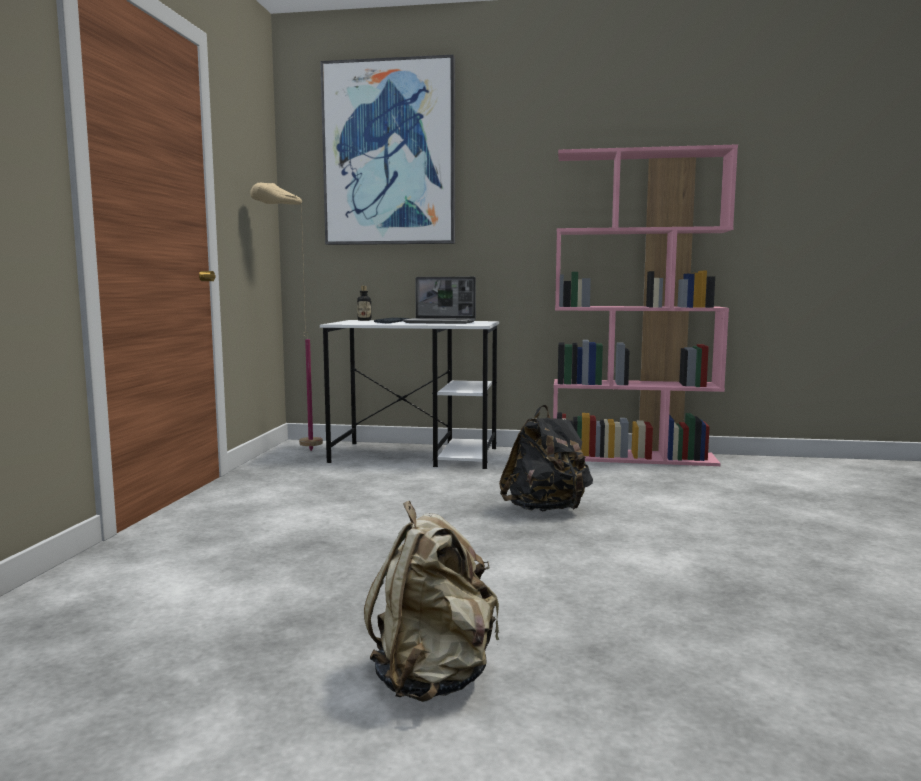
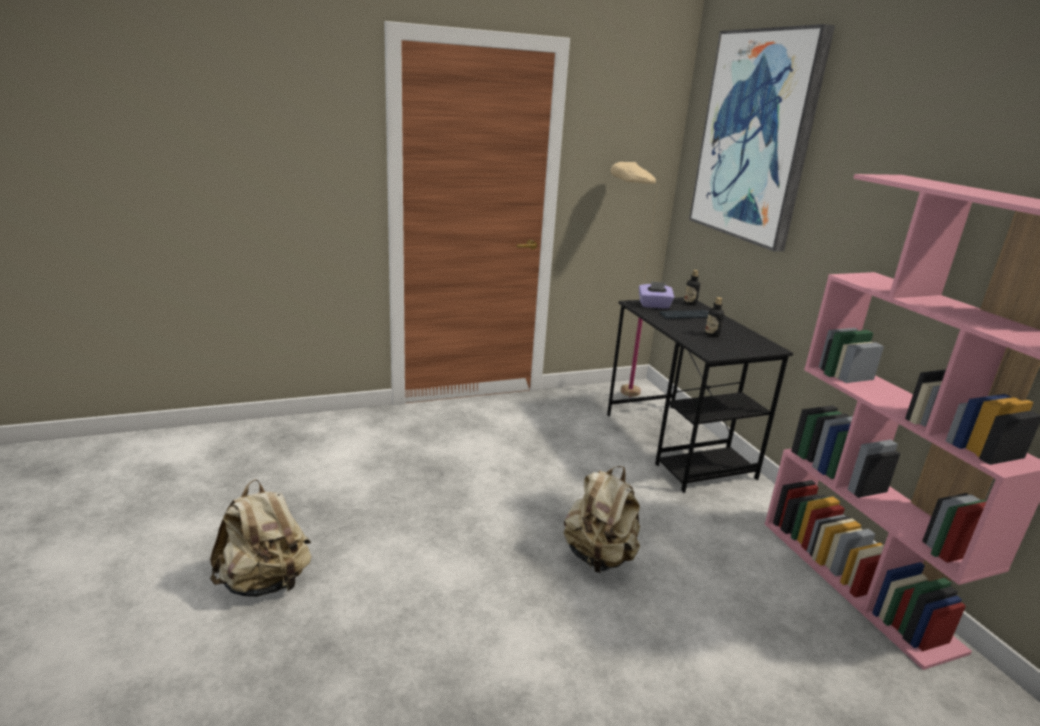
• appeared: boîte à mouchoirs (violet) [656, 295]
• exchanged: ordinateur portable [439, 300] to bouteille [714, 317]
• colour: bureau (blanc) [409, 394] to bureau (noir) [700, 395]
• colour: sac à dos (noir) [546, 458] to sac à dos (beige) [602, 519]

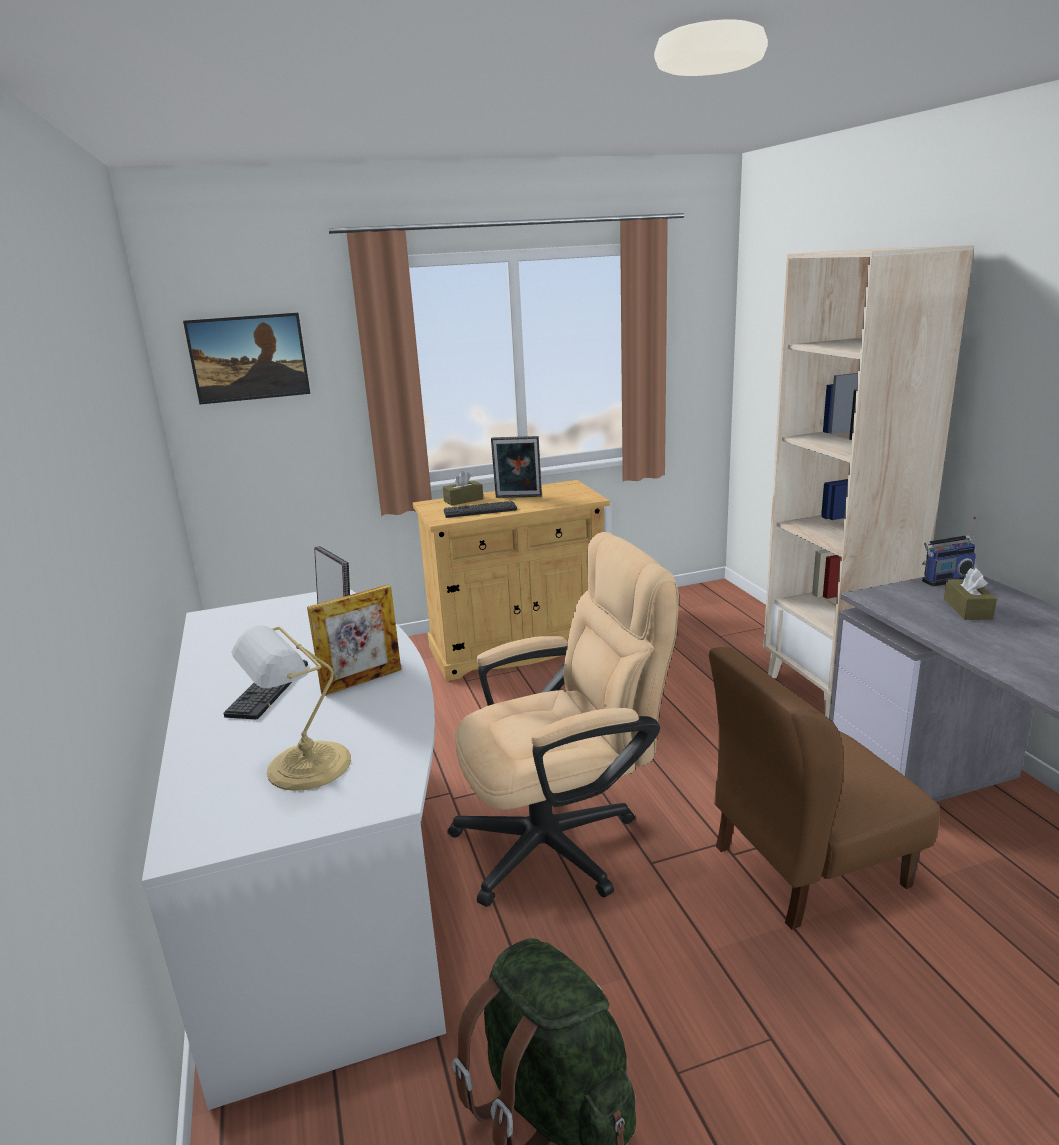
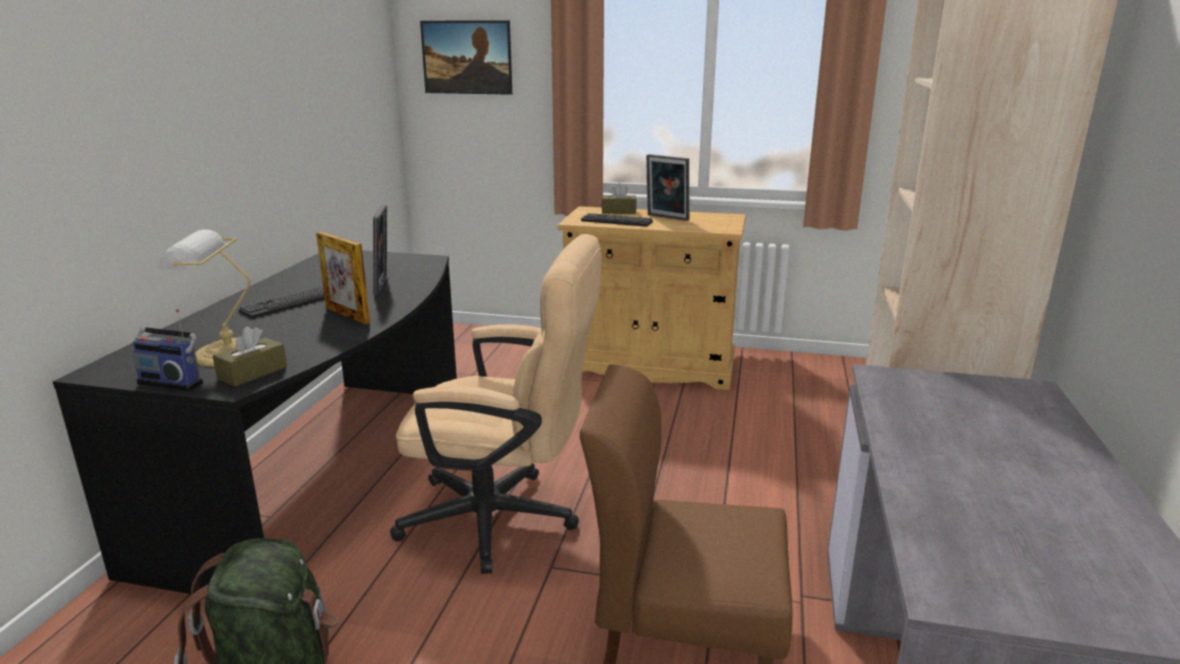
• relocated: radio [949, 552] to [167, 350]
• relocated: boîte à mouchoirs (marron) [970, 594] to [250, 357]
• colour: bureau (blanc) [294, 849] to bureau (noir) [255, 422]
• spun: cadre photo [354, 640] = [343, 277] 45 degrees clockwise

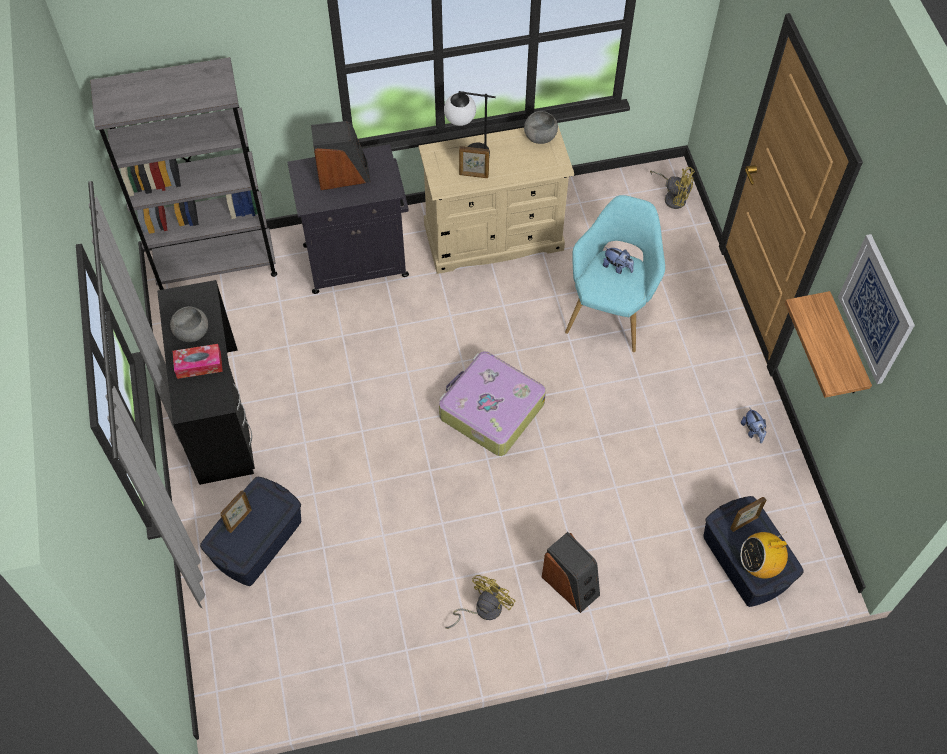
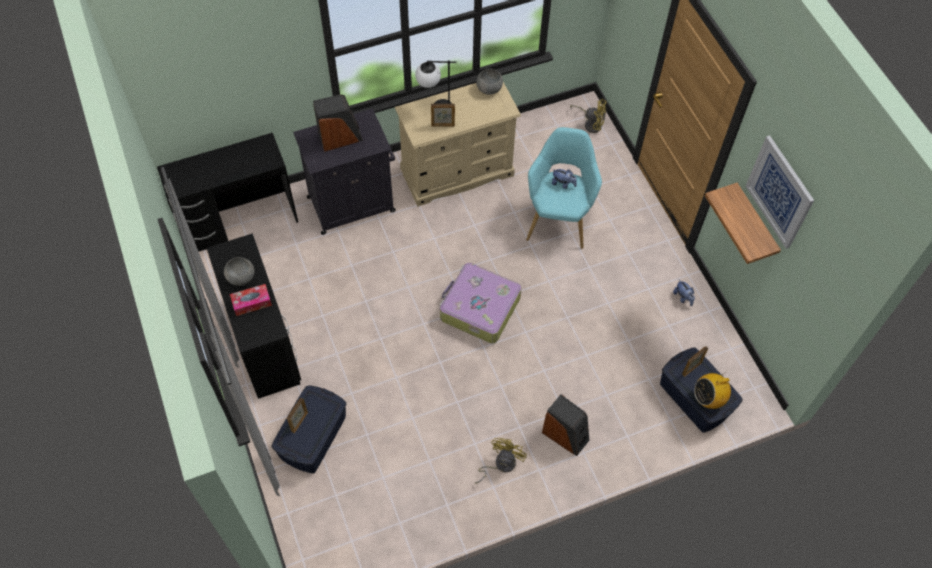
• exchanged: bibliothèque (gris) [183, 173] to bureau (noir) [227, 192]

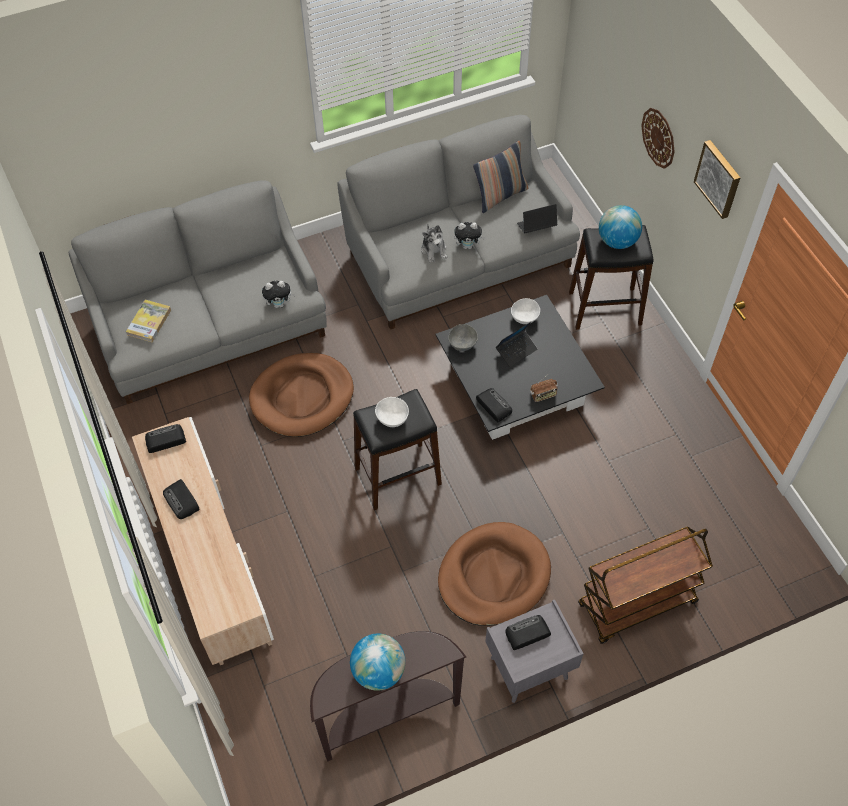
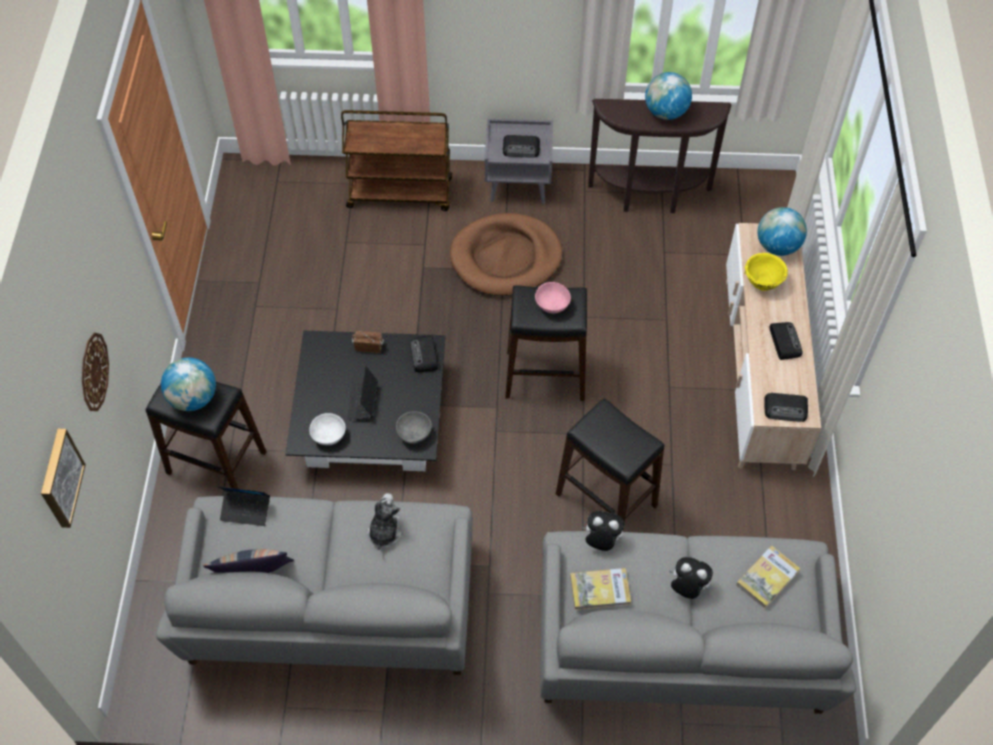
• appeared: livre [600, 589]
• appeared: bol (jaune) [766, 272]
• appeared: globe [782, 231]
• relocated: peluche [469, 235] to [691, 578]
• relocated: tableau [717, 179] to [63, 478]
• exchanged: panier pour chien (marron) [301, 395] to tabouret (noir) [610, 463]
• colour: bol (blanc) [392, 412] to bol (rose) [553, 298]
• spun: ordinateur portable [516, 344] = [362, 393] 75 degrees counterclockwise

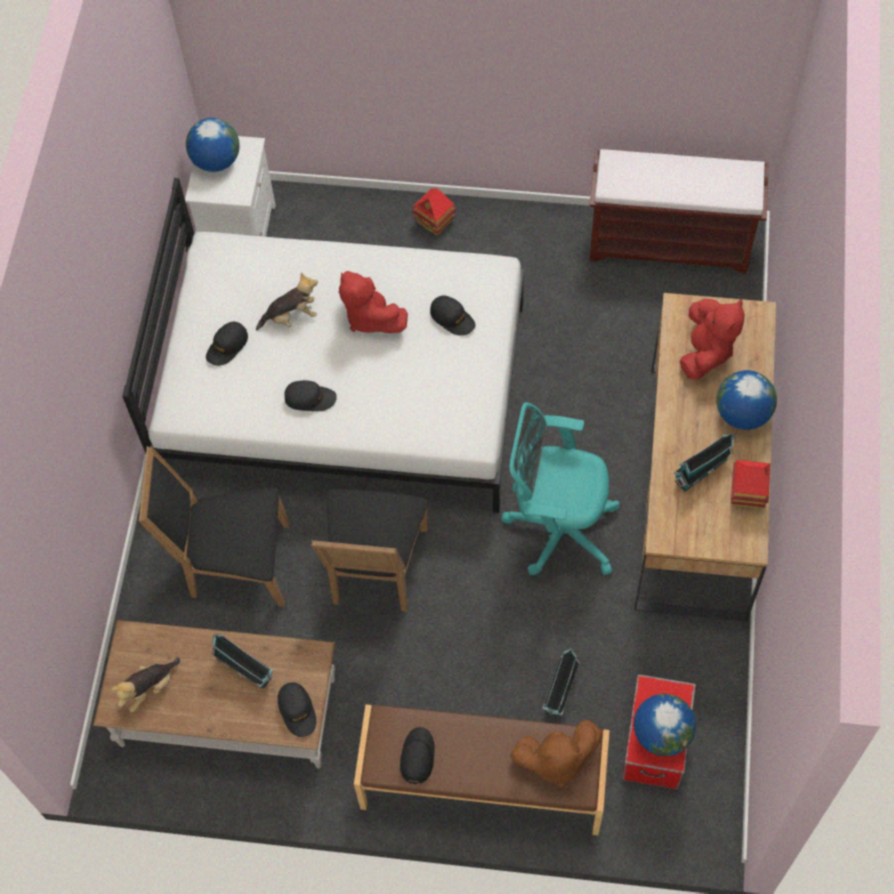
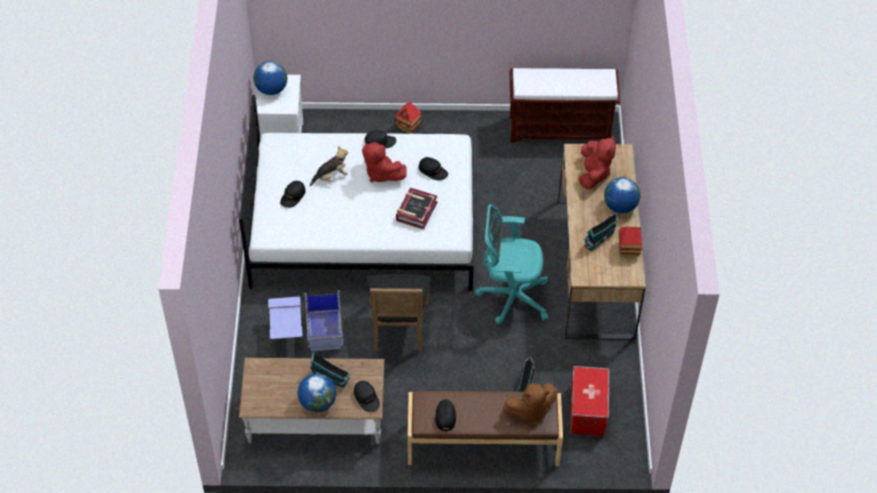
• missing: peluche [145, 684]
• appeared: livre [417, 208]
• relocated: casquette (noir) [310, 395] to [380, 139]
• relocated: globe [665, 725] to [317, 392]
• exchanged: chaise (noir) [214, 526] to boîte de rangement (bleu) [305, 320]

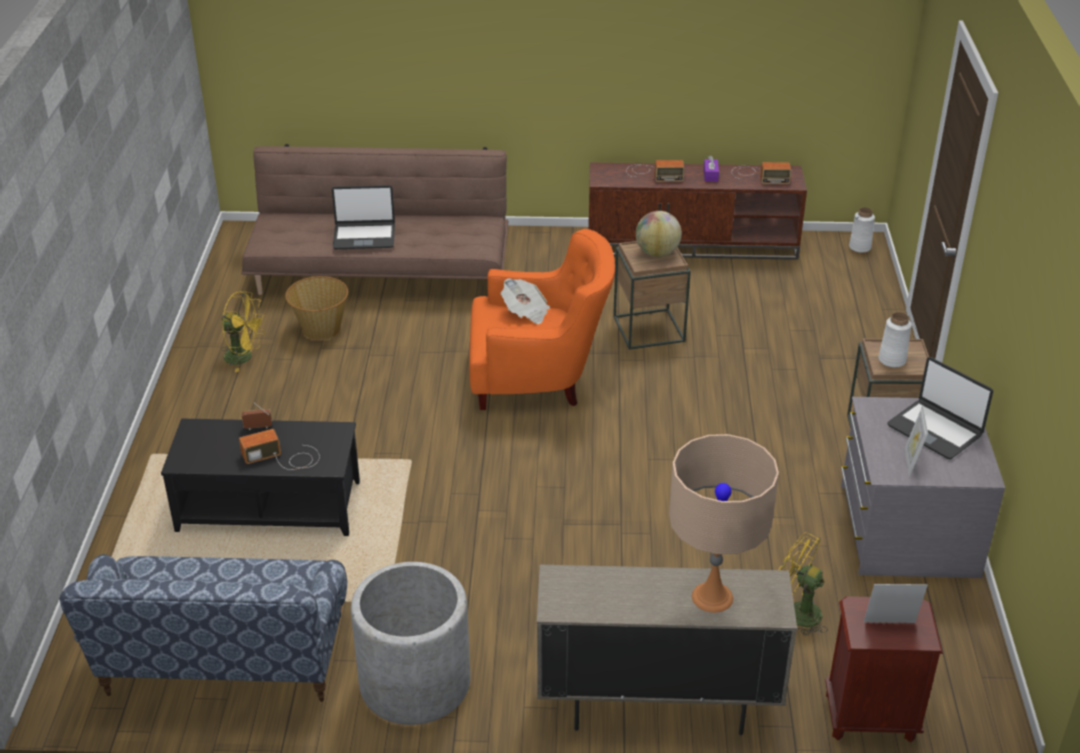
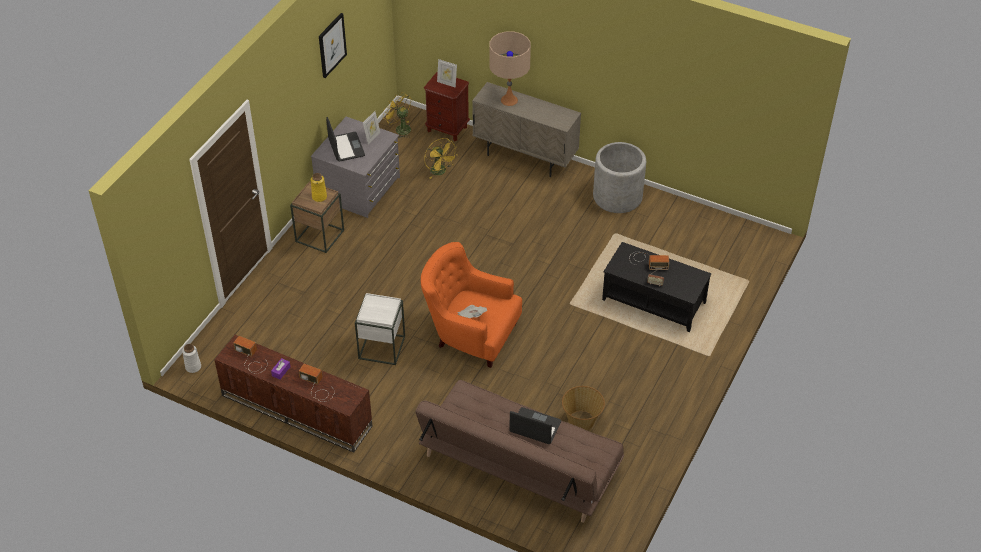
• missing: canapé [203, 628]
• missing: globe [659, 234]
• appeared: tableau [333, 45]
• relocated: ventilateur (jaune) [243, 331] to [397, 115]
• colour: table d'appoint (marron) [652, 295] to table d'appoint (blanc) [380, 329]
• colour: vase (blanc) [895, 340] to vase (jaune) [319, 187]

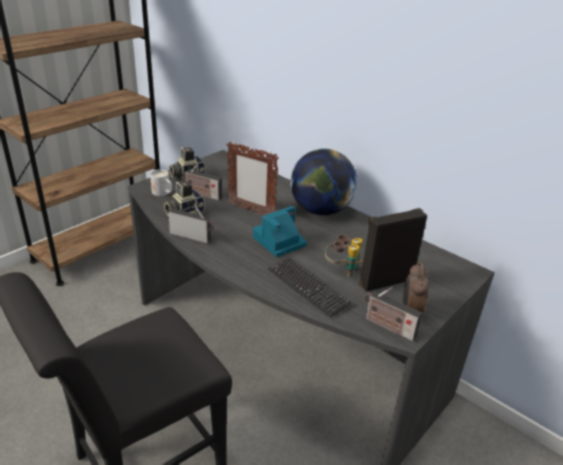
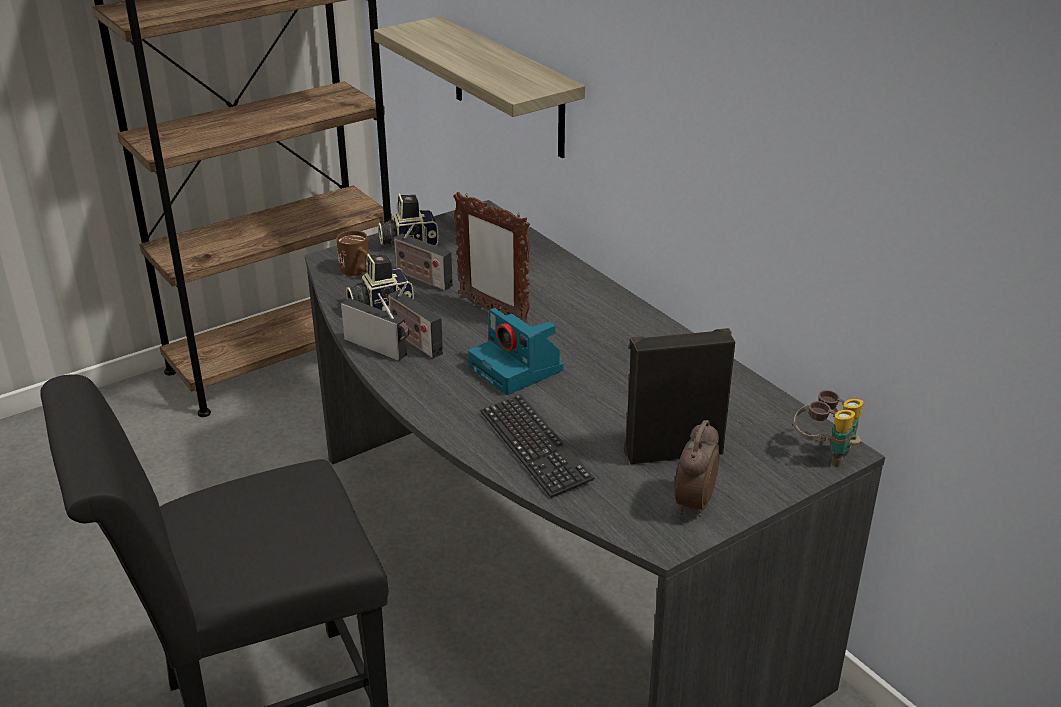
• missing: globe [323, 182]
• appeared: étagère [479, 87]
• relocated: jumelles [344, 256] to [828, 428]
• relocated: radio [393, 314] to [415, 319]
• colour: mug (blanc) [161, 182] to mug (marron) [352, 253]
• spun: appareil photo [280, 231] = [516, 351] 105 degrees counterclockwise

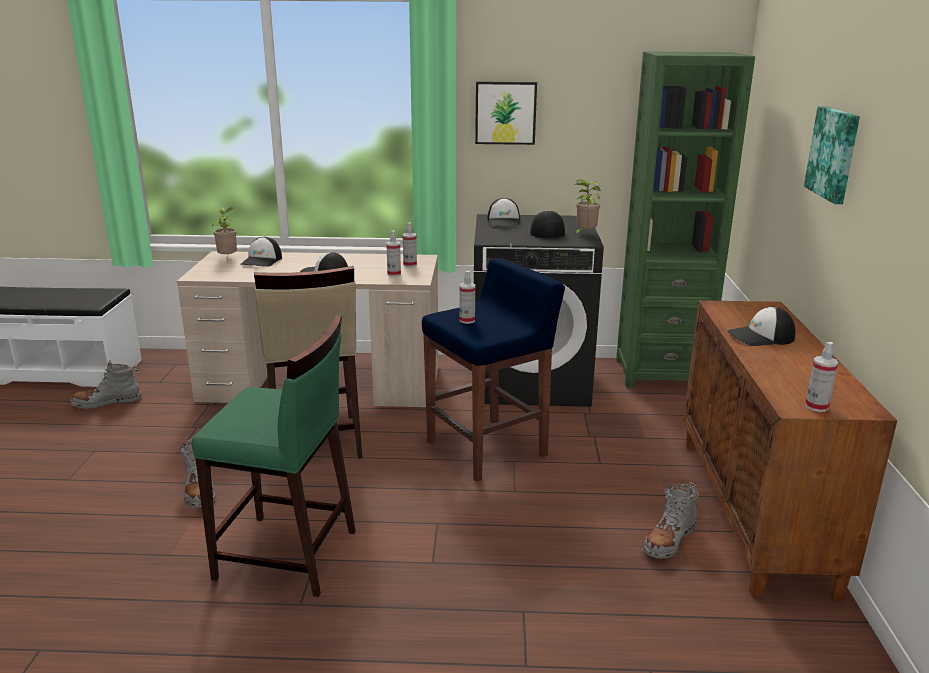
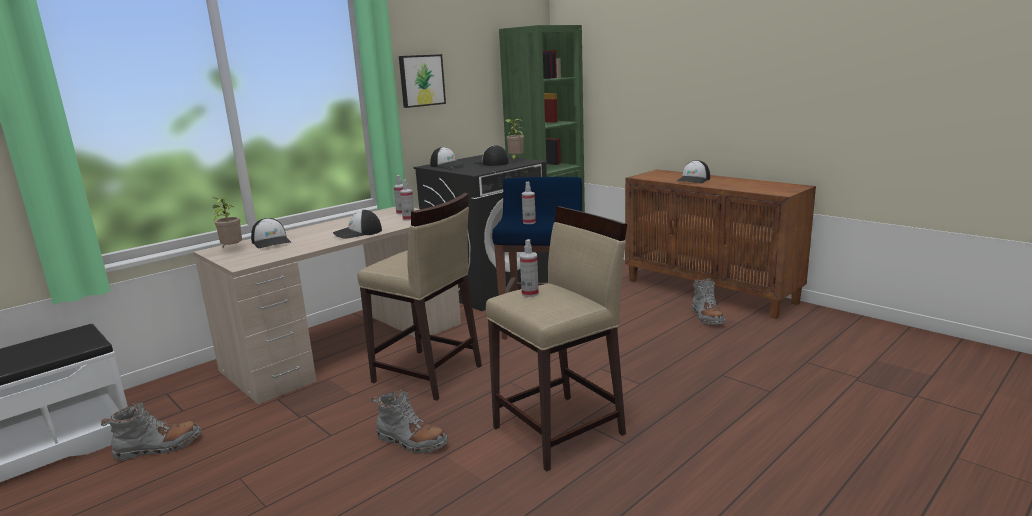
• missing: tableau [832, 155]
• relocated: vaporisateur [821, 377] to [529, 268]
• colour: tabouret (vert) [274, 455] to tabouret (beige) [556, 339]
• spun: botte (gris) [106, 385] = [151, 431] 135 degrees counterclockwise

